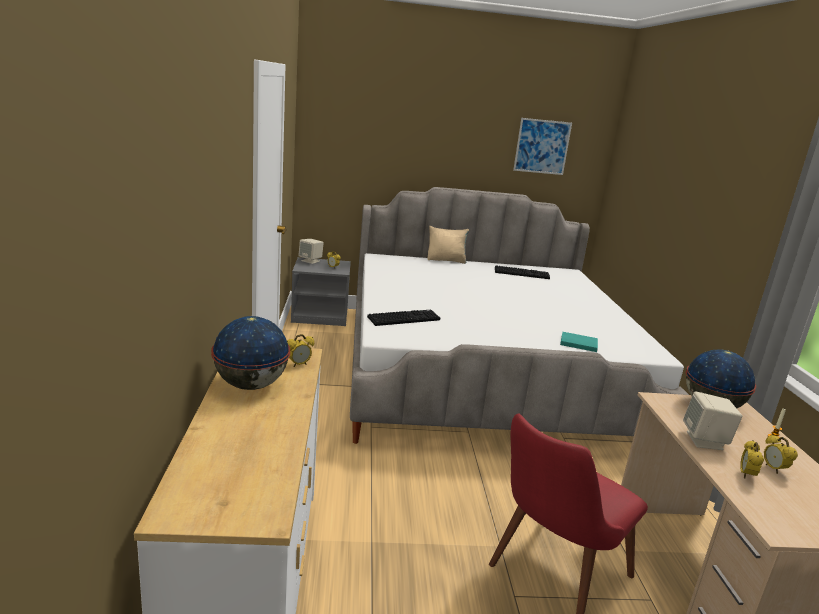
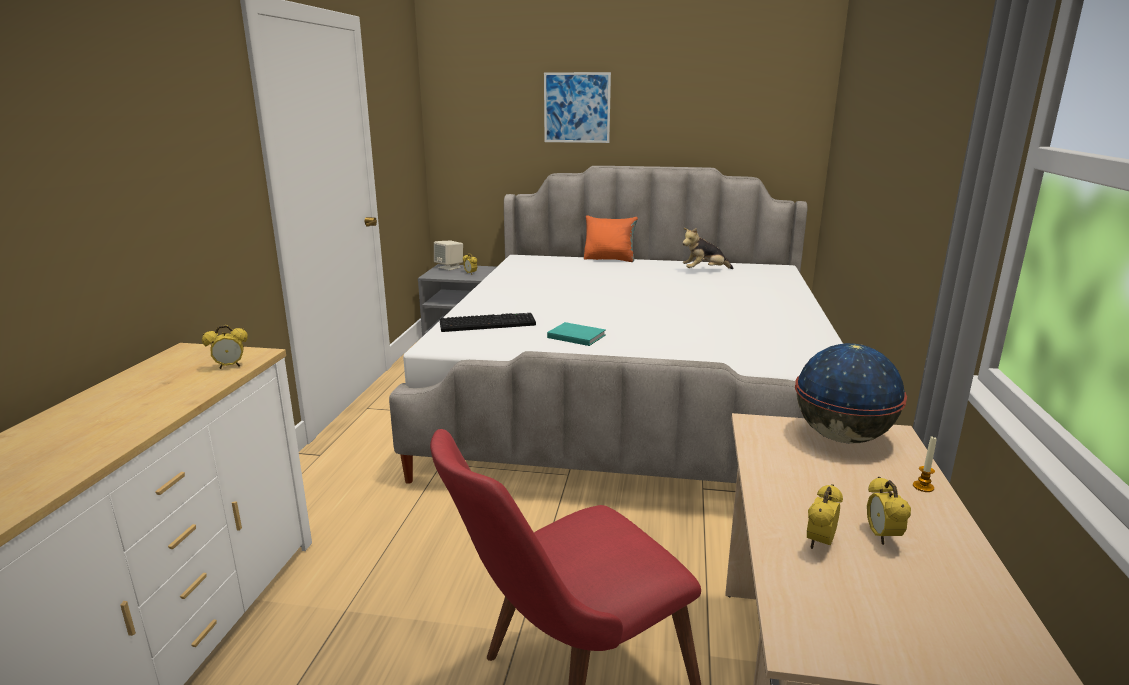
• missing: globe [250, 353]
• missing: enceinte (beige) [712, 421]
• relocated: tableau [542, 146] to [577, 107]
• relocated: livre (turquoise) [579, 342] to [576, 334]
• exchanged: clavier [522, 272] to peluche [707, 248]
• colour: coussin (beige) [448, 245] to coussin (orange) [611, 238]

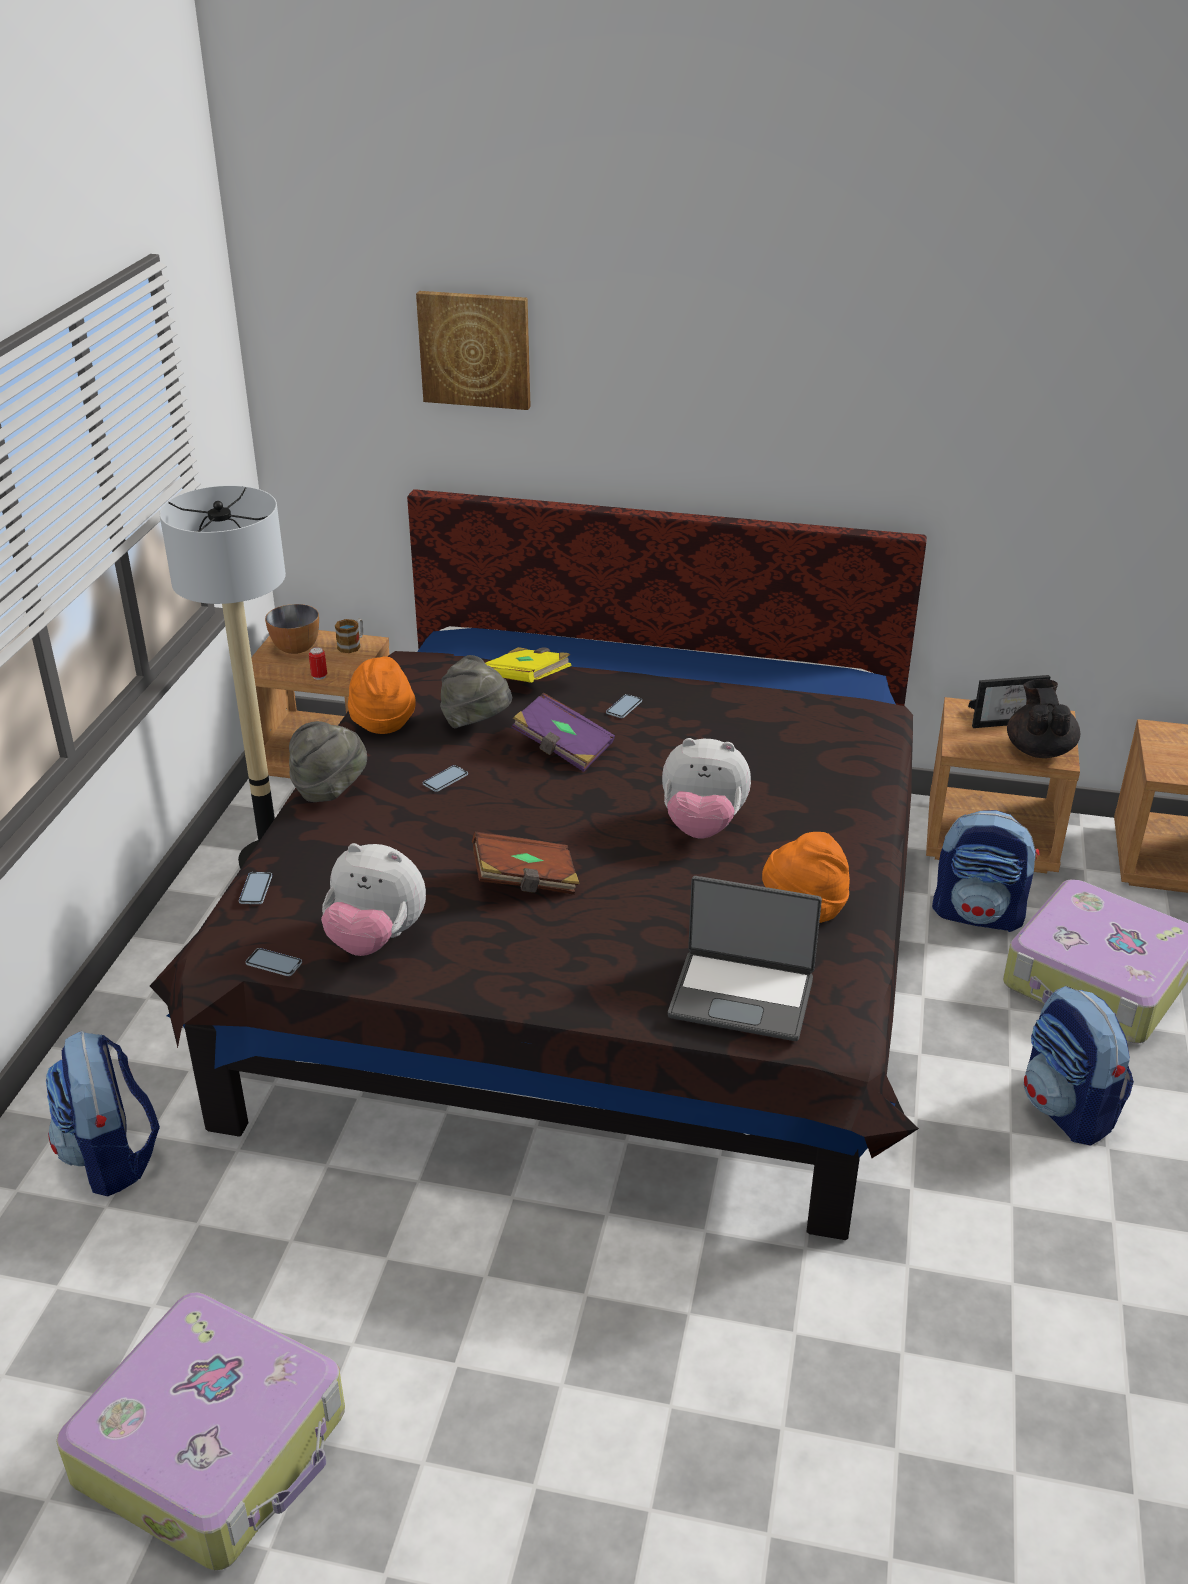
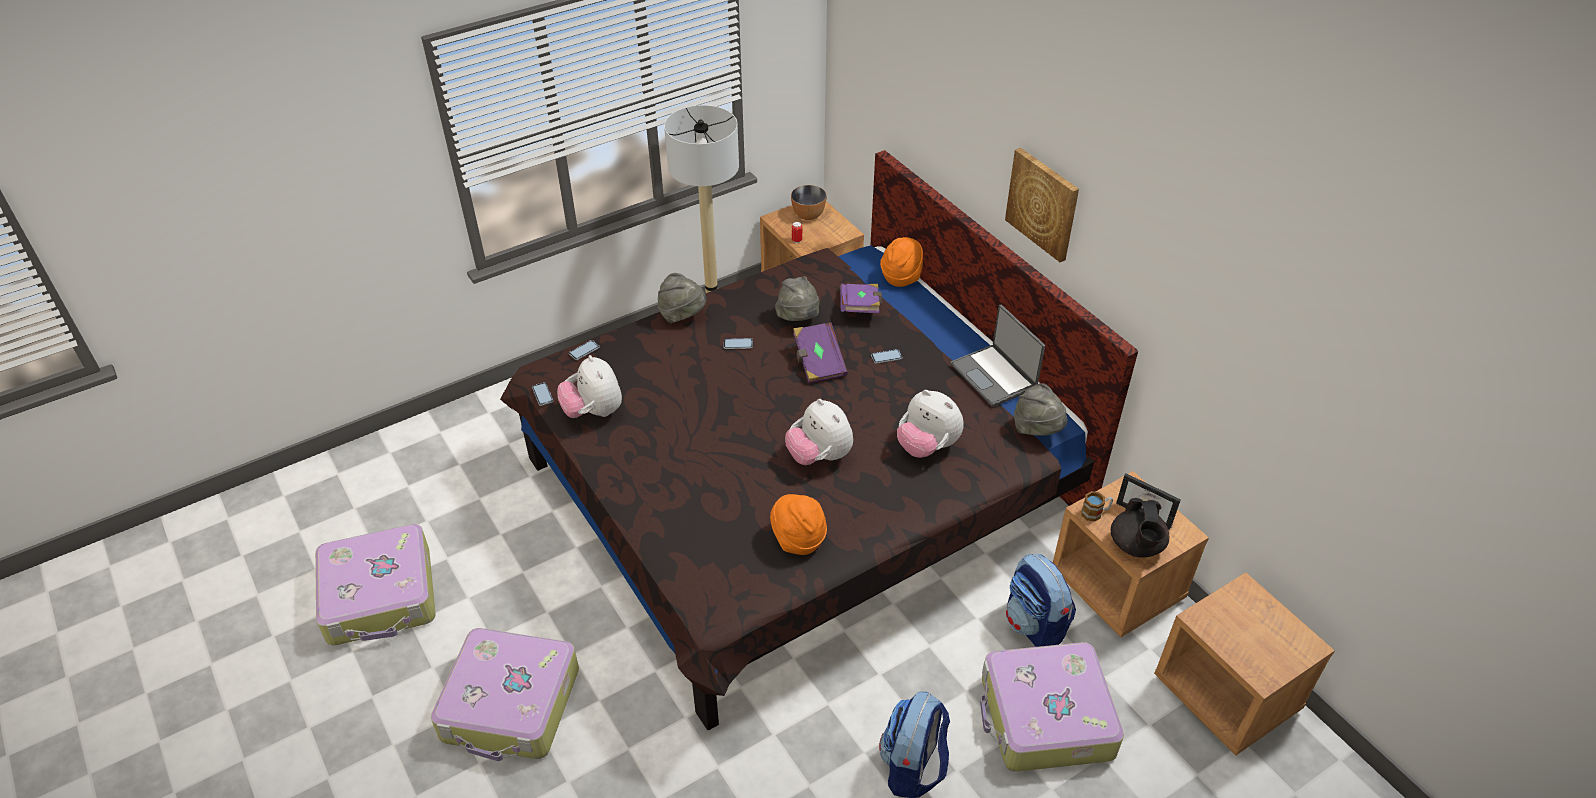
• missing: sac à dos [103, 1113]
• missing: livre (marron) [526, 863]
• appeared: valise [505, 694]
• appeared: peluche [930, 424]
• appeared: chapeau (gris) [1040, 409]
• relocated: mug [349, 636] to [1097, 506]
• relocated: chapeau (orange) [381, 695] to [901, 262]
• relocated: tableau [473, 350] to [1042, 205]
• relocated: ordinateur portable [745, 958] to [998, 356]
• colour: livre (jaune) [528, 665] to livre (violet) [861, 298]
• spun: théière (noir) [1043, 718] = [1140, 528] 135 degrees clockwise

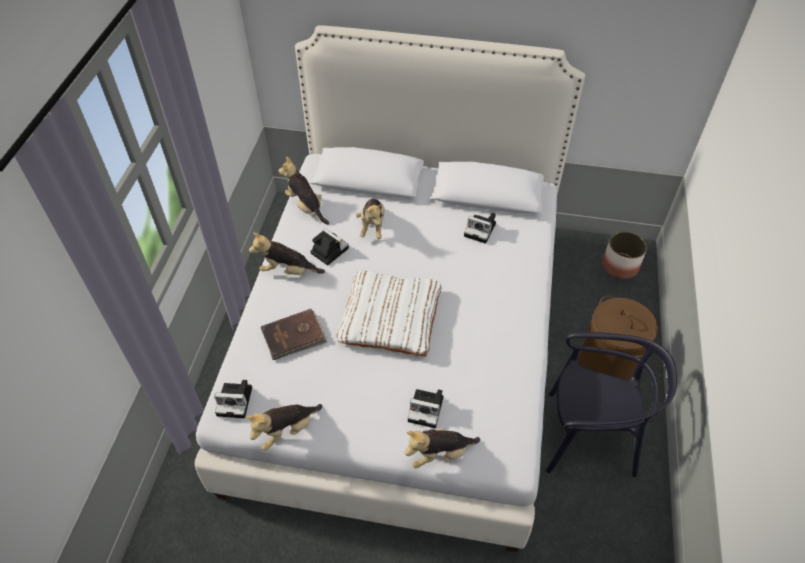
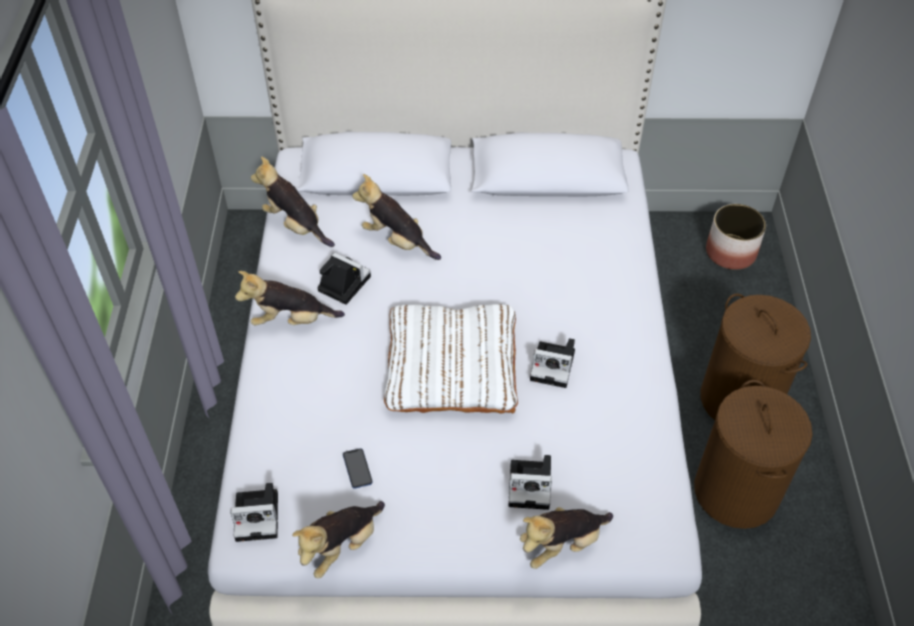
• missing: livre (marron) [294, 334]
• appeared: téléphone [358, 468]
• relocated: appareil photo [480, 228] to [552, 363]
• exchanged: chaise (noir) [611, 404] to panier à linge (marron) [753, 454]
• spun: peluche [370, 219] = [396, 217] 135 degrees clockwise

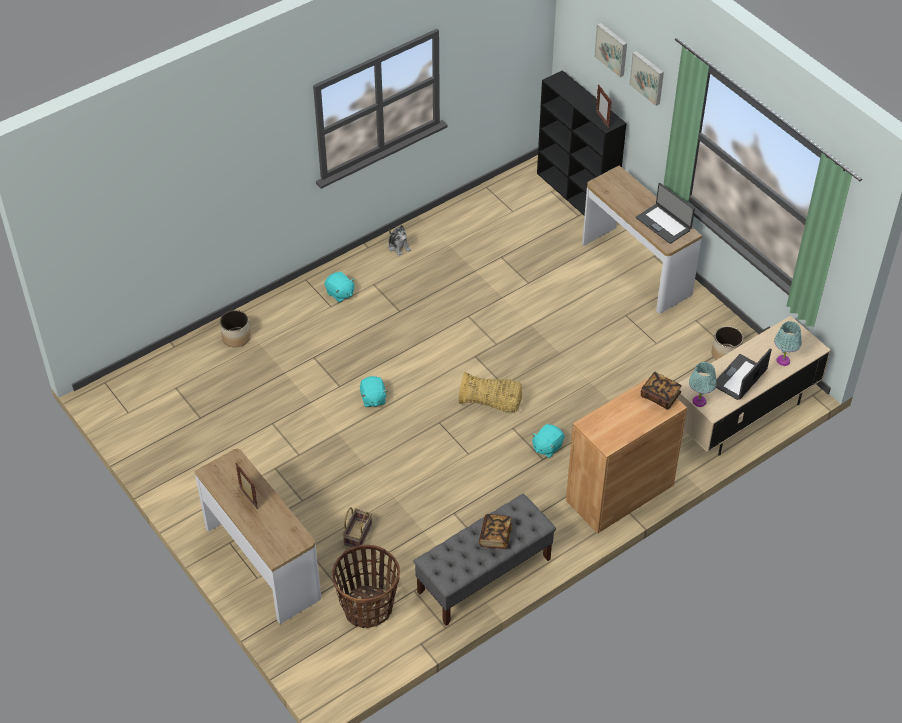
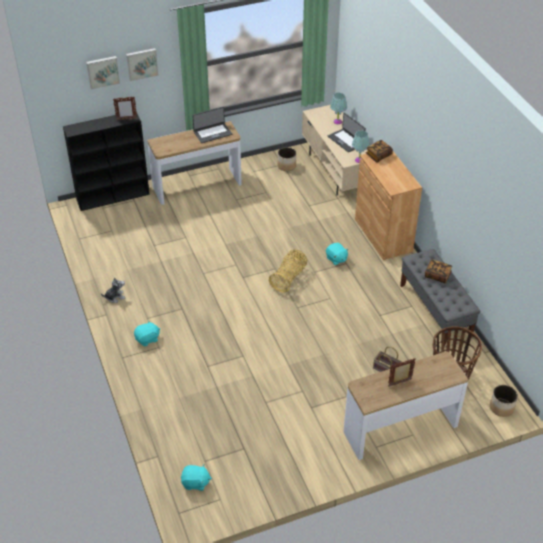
• relocated: cache-pot [235, 328] to [504, 401]
• relocated: peluche (turquoise) [374, 391] to [196, 477]

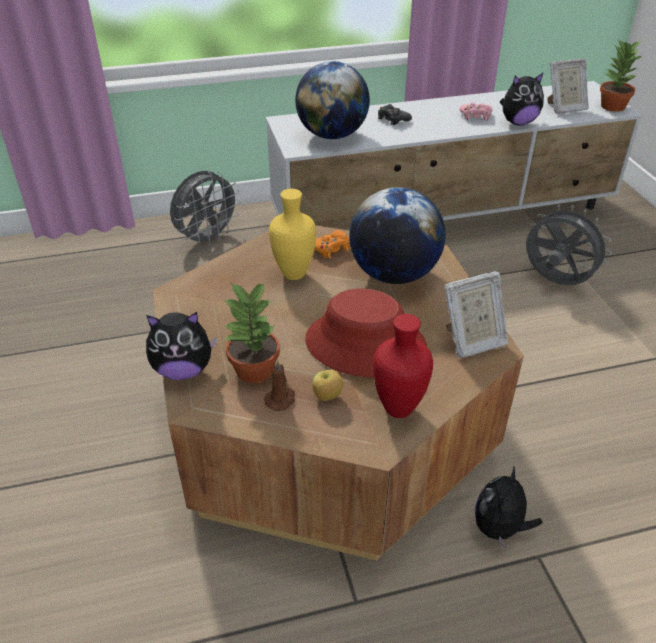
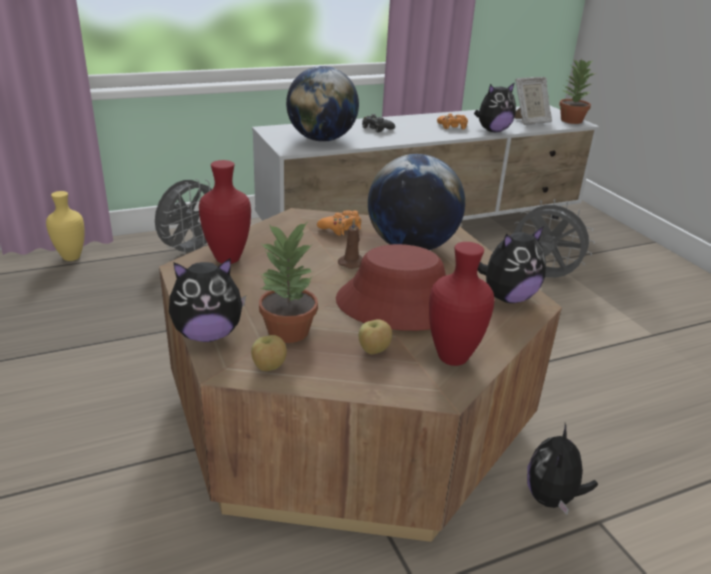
• appeared: vase (rouge) [225, 212]
• appeared: pomme [269, 353]
• relocated: bougie (marron) [279, 385] to [350, 244]
• relocated: vase (jaune) [292, 234] to [65, 226]
• exchanged: cadre photo [476, 314] to peluche [511, 264]
• colour: manette (rose) [476, 112] to manette (orange) [452, 121]

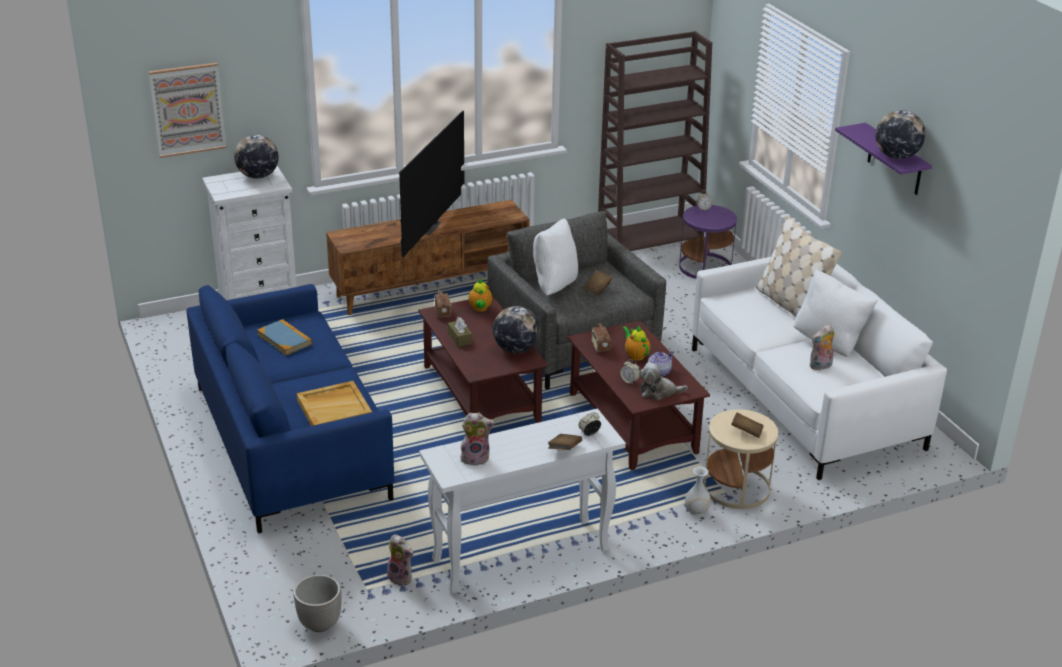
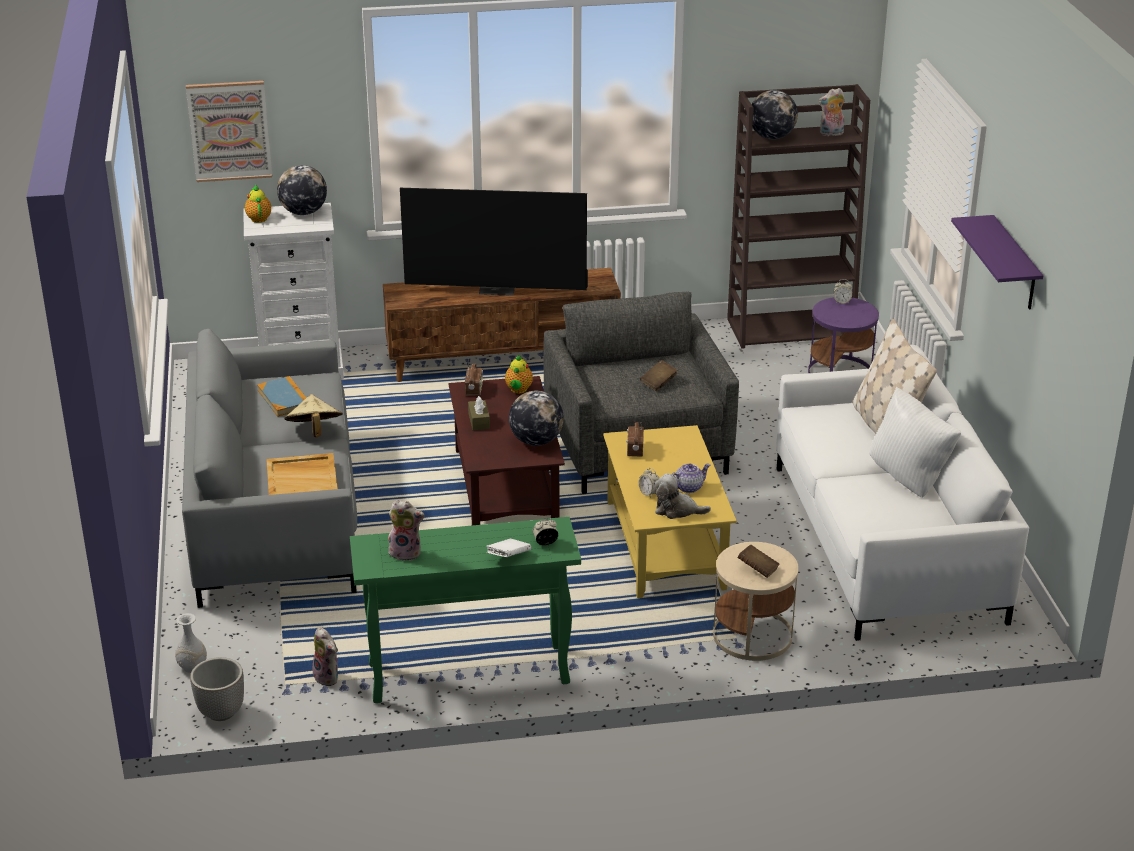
• missing: coussin (blanc) [555, 257]
• appeared: chapeau (beige) [313, 415]
• relocated: théière [636, 343] to [258, 204]
• relocated: vase (blanc) [698, 491] to [191, 643]
• relocated: peluche [822, 347] to [831, 112]
• relocated: globe [900, 134] to [775, 114]
• colour: canapé (bleu) [290, 408] to canapé (gris) [269, 468]
• colour: table console (blanc) [522, 501] to table console (vert) [465, 610]
• colour: livre (marron) [565, 442] to livre (blanc) [509, 548]
• colour: table basse (marron) [638, 395] to table basse (jaune) [670, 511]
• spun: téléviseur [431, 184] = [494, 242] 60 degrees clockwise

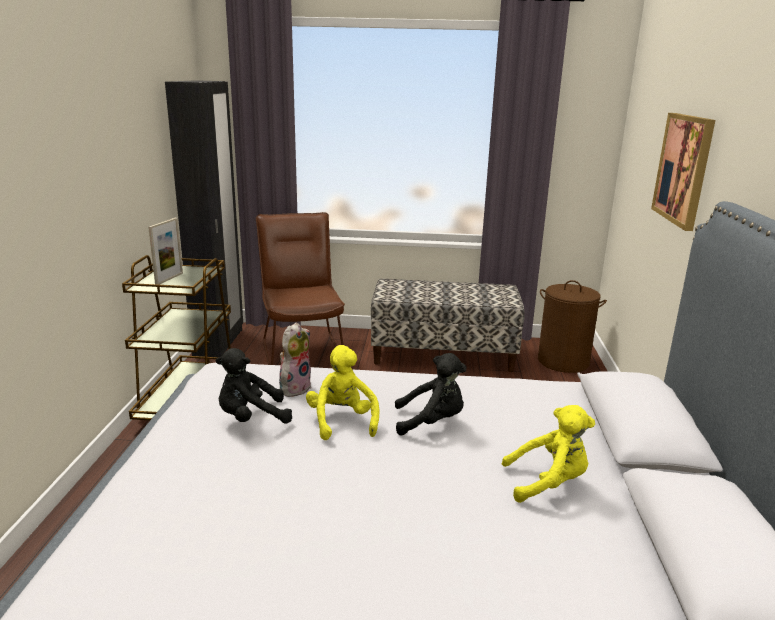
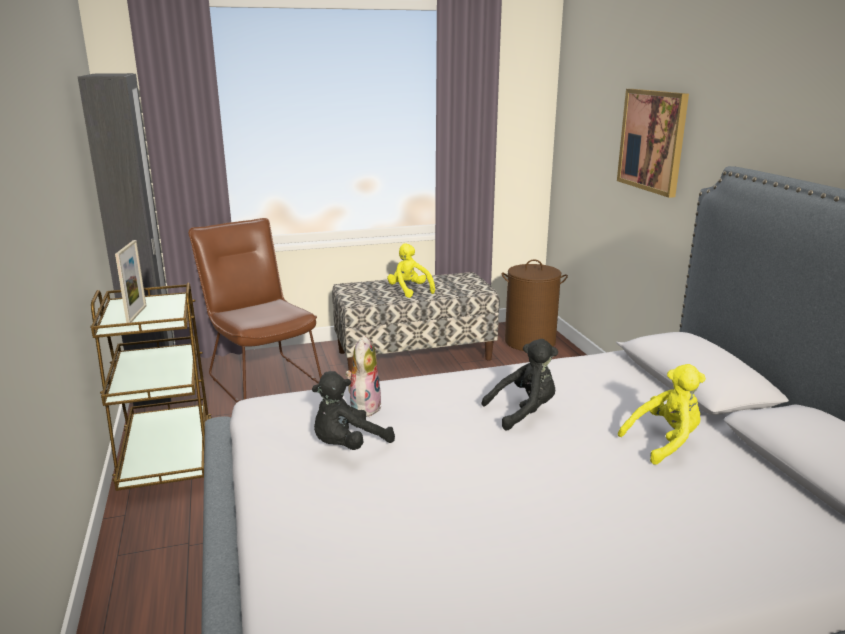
• relocated: peluche (jaune) [343, 392] to [411, 270]

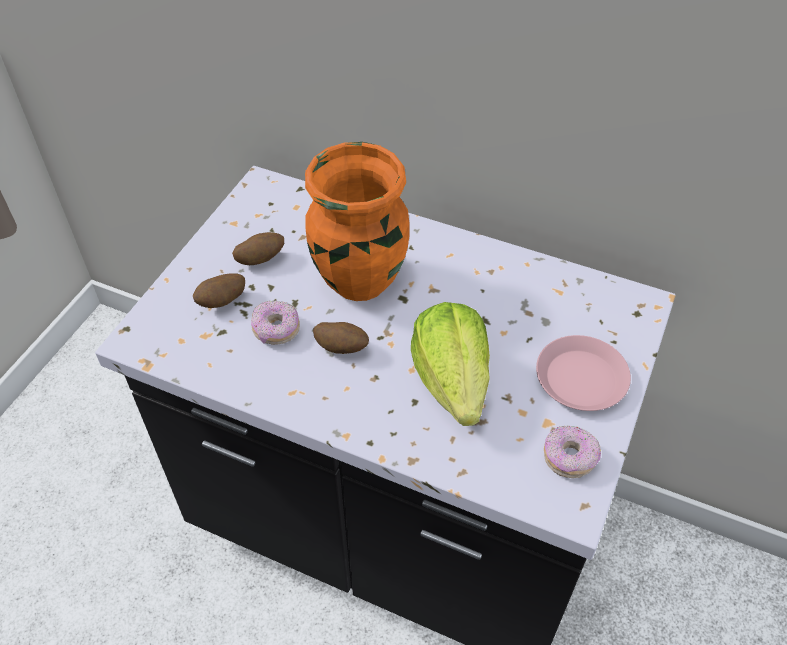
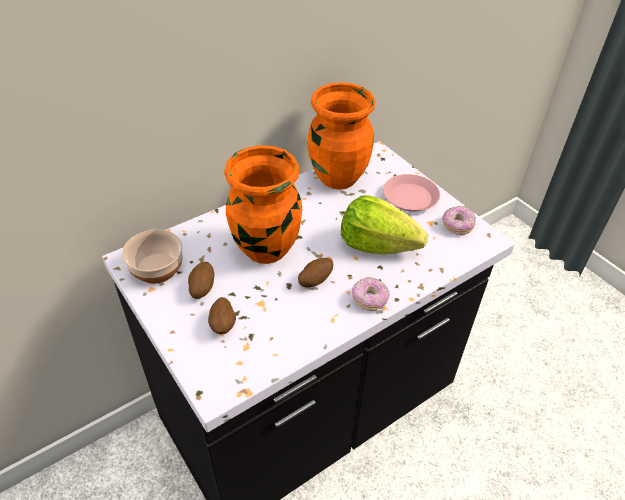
• appeared: bol [152, 256]
• appeared: vase (orange) [341, 136]
• relocated: beignet [275, 323] to [371, 294]

